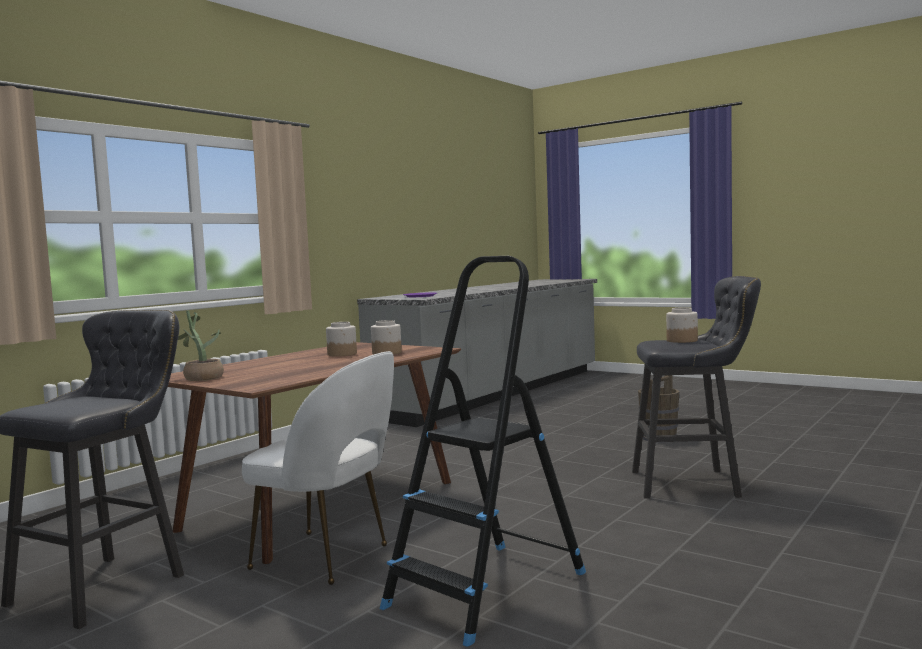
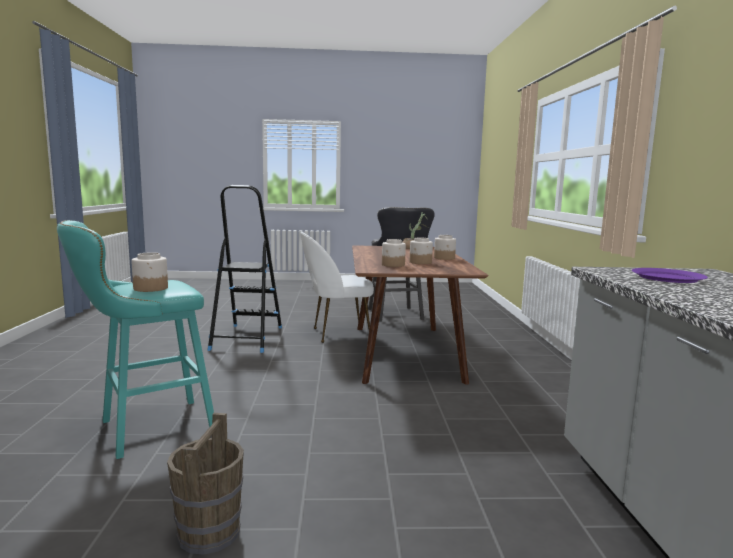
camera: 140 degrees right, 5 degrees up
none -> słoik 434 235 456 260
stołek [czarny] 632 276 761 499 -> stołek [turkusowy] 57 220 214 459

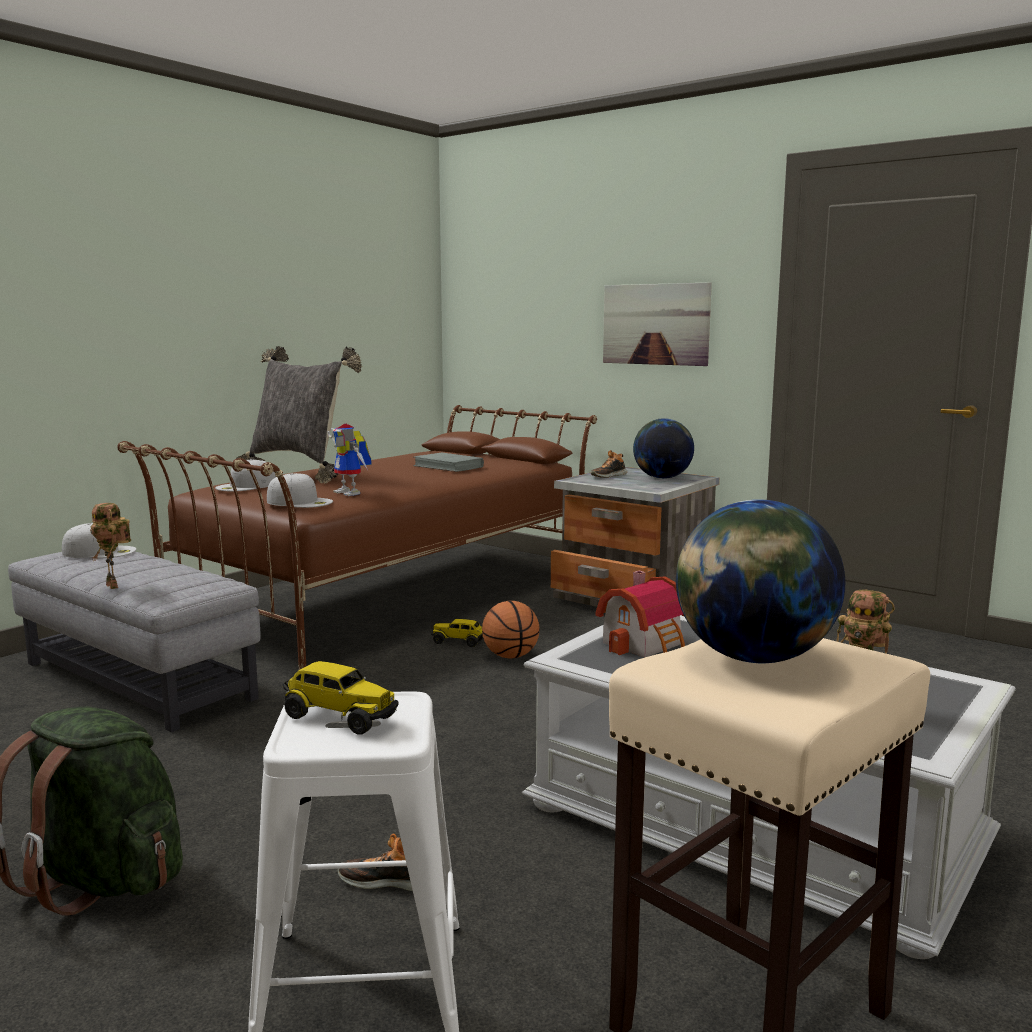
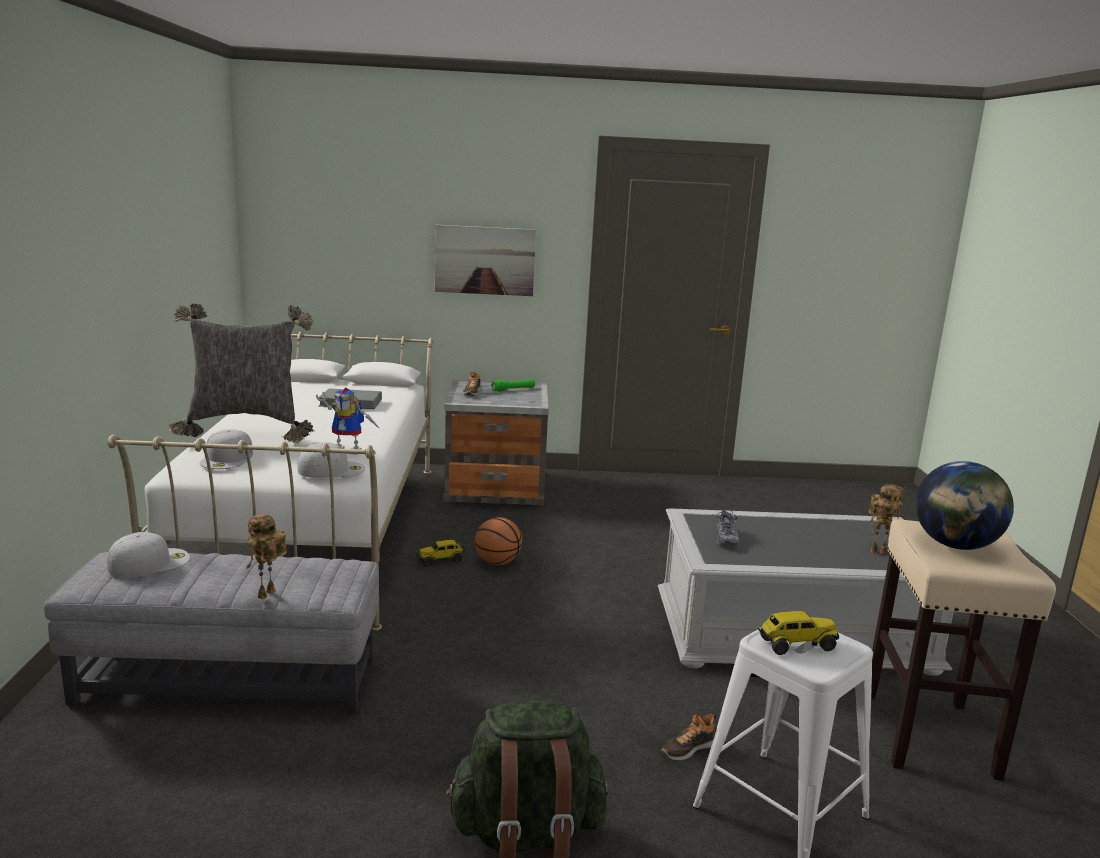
camera: 40 degrees left, 5 degrees up
domek 595 571 685 657 -> but 712 510 744 546
globus 633 418 694 479 -> latarka [zielony] 491 379 535 392
łóżko [brązowy] 117 405 597 670 -> łóżko [biały] 107 332 433 631
robot zabawkowy 90 503 131 589 -> robot zabawkowy 246 514 286 599, 105 degrees clockwise

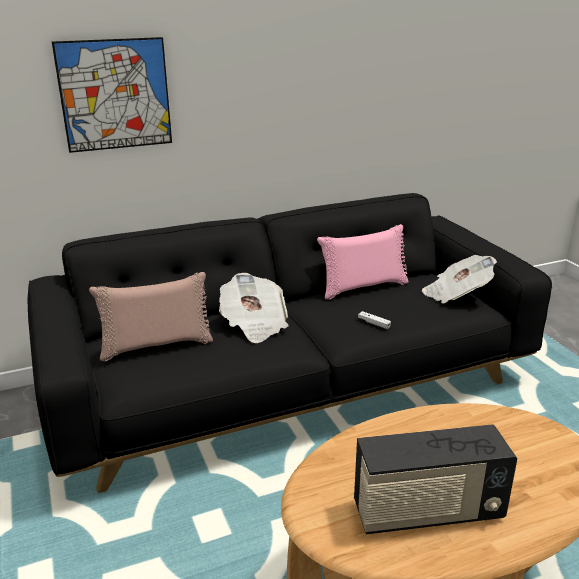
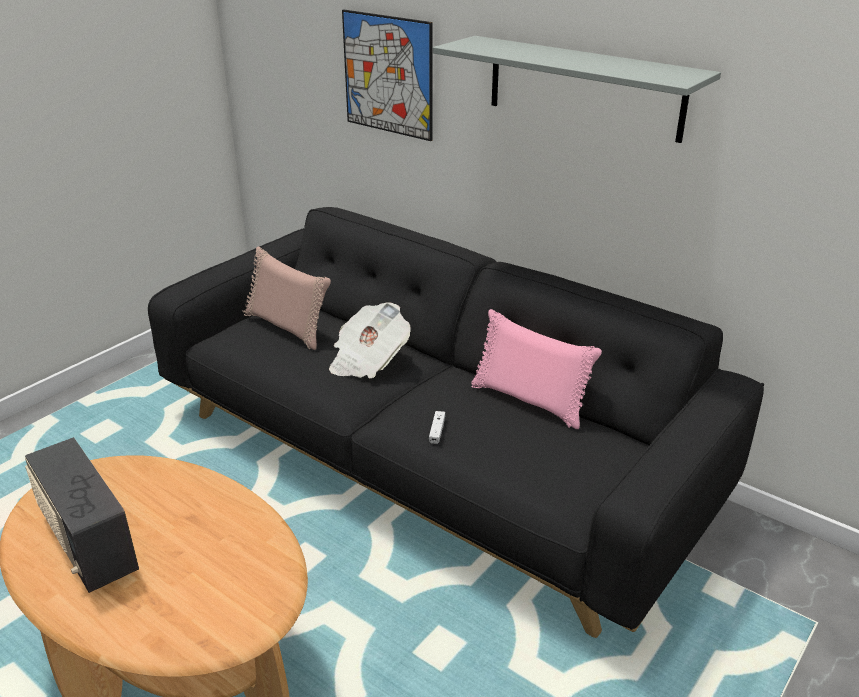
camera: 60 degrees right, 5 degrees up
gazeta 422 255 497 303 -> none
none -> półka [szary] 433 36 721 143

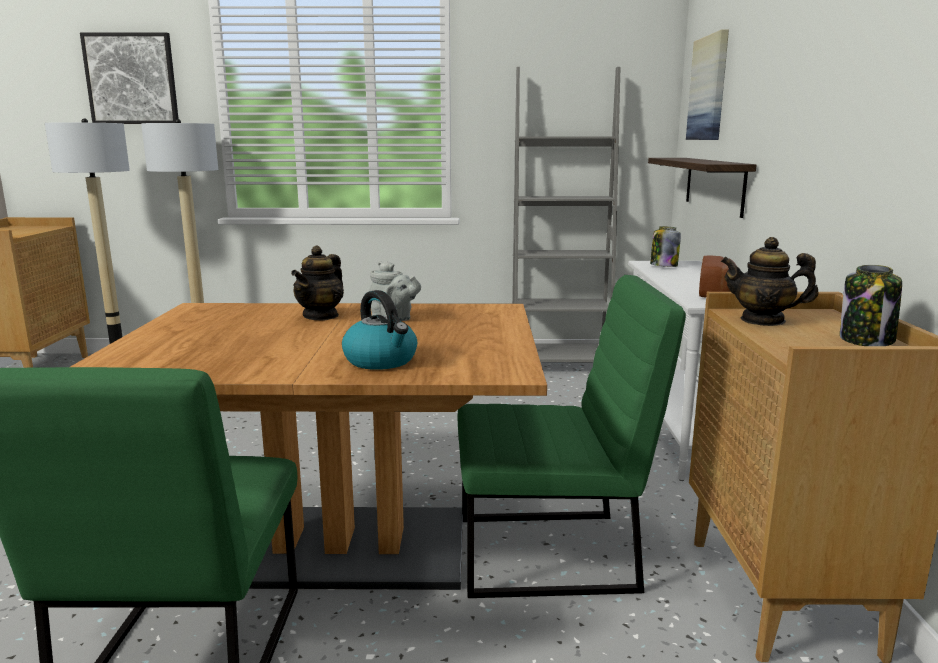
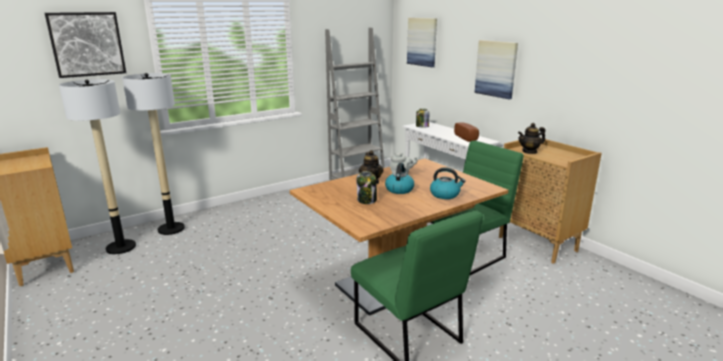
camera: 35 degrees left, 5 degrees up
półka 648 158 756 218 -> none
none -> czajnik 385 163 414 194
none -> obraz 475 40 518 99
słoik 840 265 902 346 -> słoik 357 171 377 204, shifted

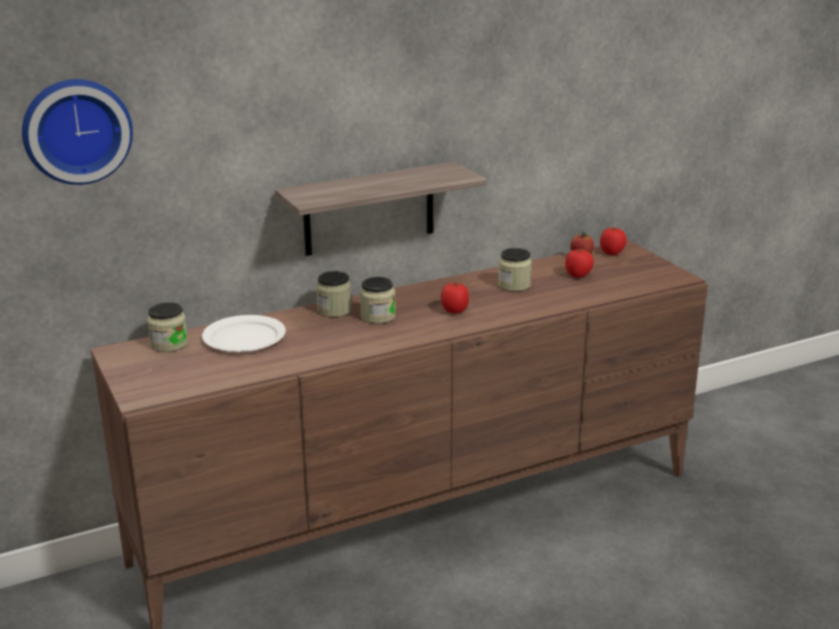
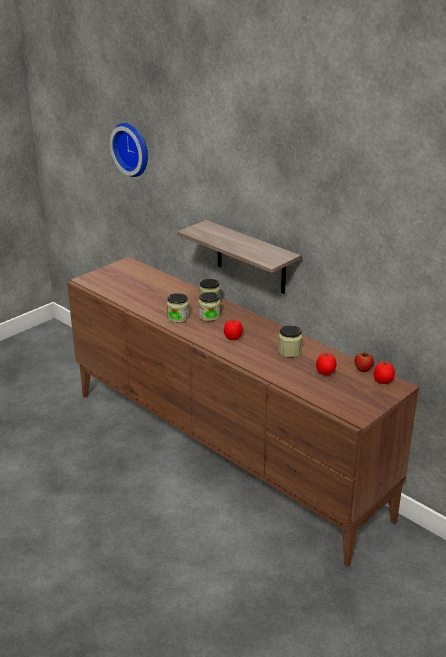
camera: 70 degrees right, 5 degrees up
talerz [biały] 202 315 286 352 -> none
słoik 147 302 188 352 -> słoik 167 293 189 323, shifted

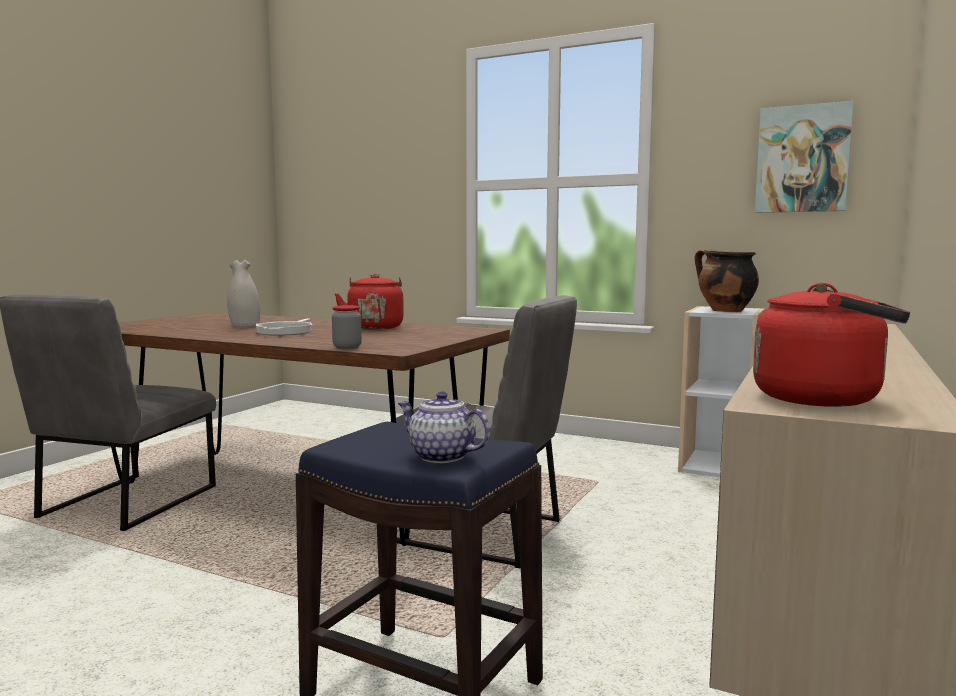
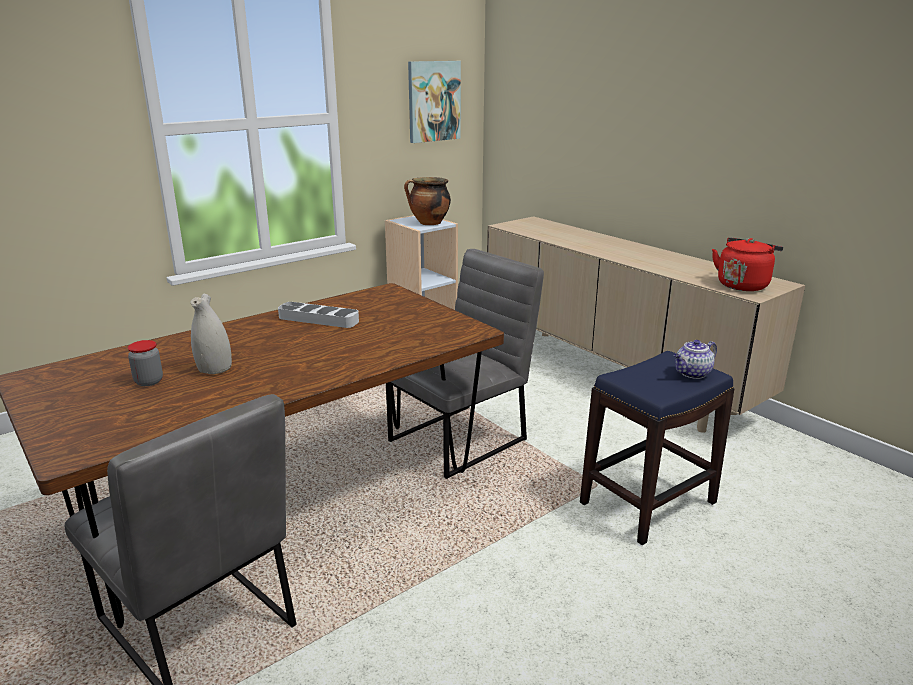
camera: 65 degrees left, 15 degrees up
patelnia 256 318 312 336 -> none
słoik 332 305 362 349 -> słoik 128 340 163 386, shifted
czajnik [czerwony] 334 274 404 330 -> taca [szary] 278 302 359 328

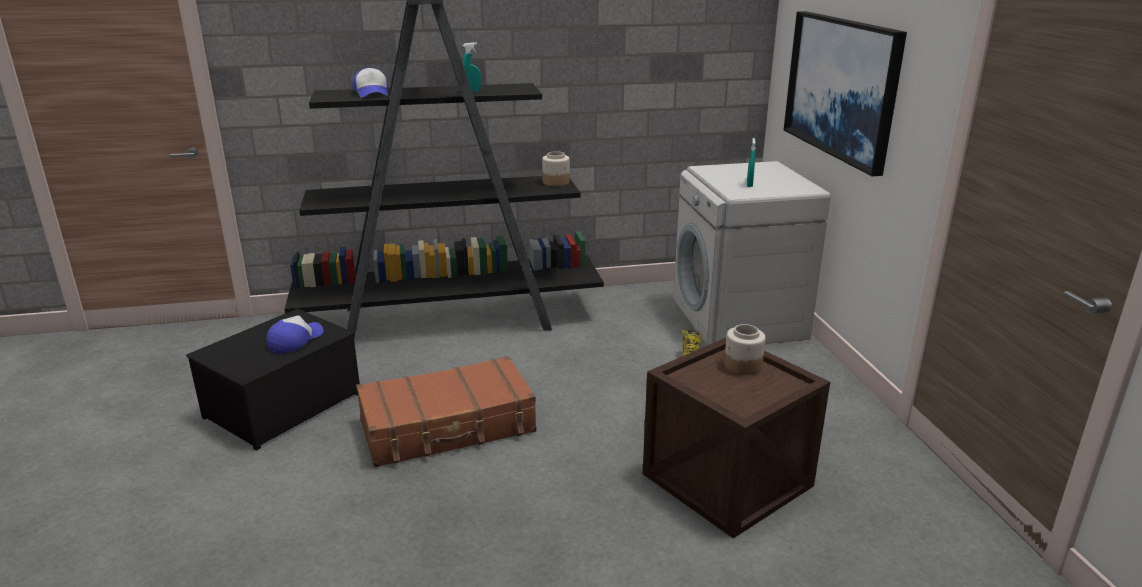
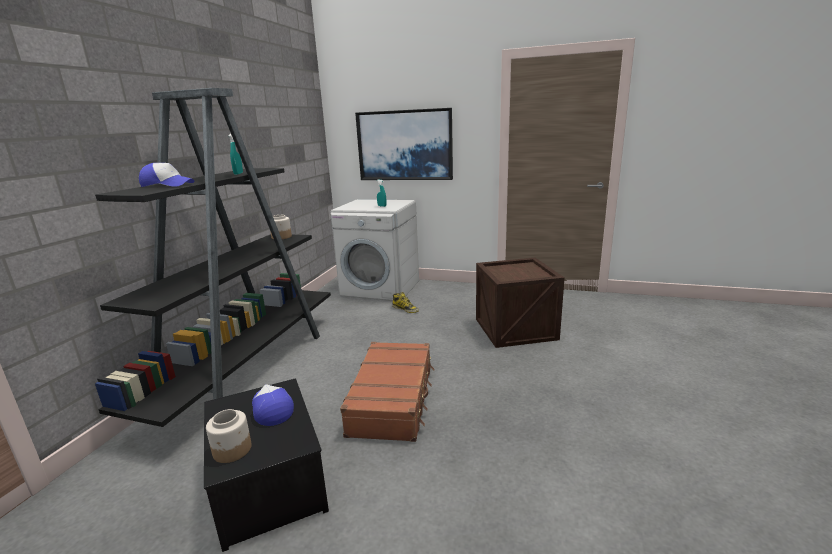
camera: 60 degrees left, 5 degrees down
słoik 724 324 766 375 -> słoik 206 409 252 463, shifted

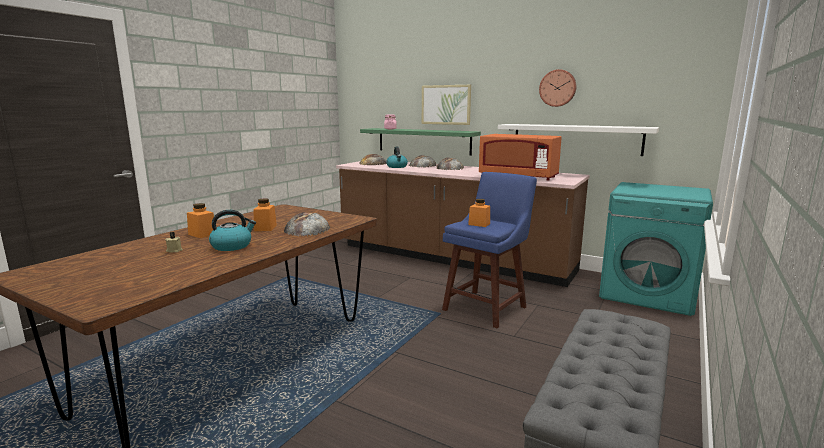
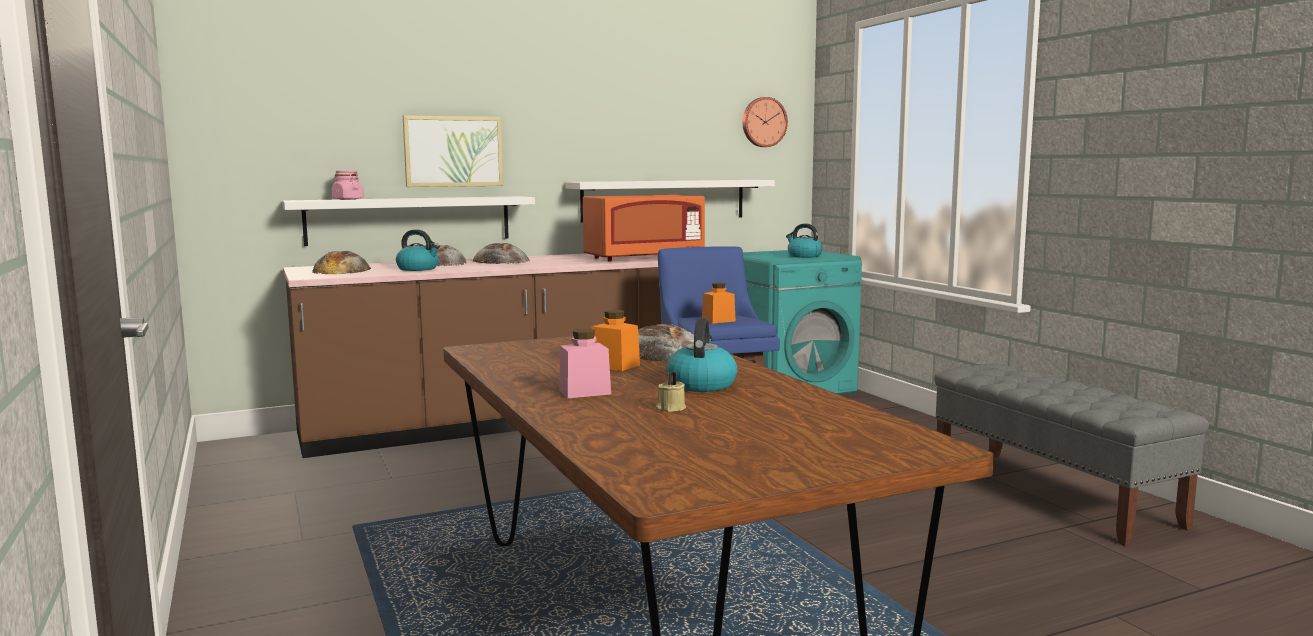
camera: 55 degrees left, 5 degrees down
none -> czajnik 786 224 823 258
zegar ścienny 539 69 577 107 -> zegar ścienny 742 97 788 147, shifted
słoik [pomarańczowy] 187 203 214 238 -> słoik [różowy] 559 329 611 398
półka [zielony] 360 128 481 156 -> półka [biały] 282 196 535 246

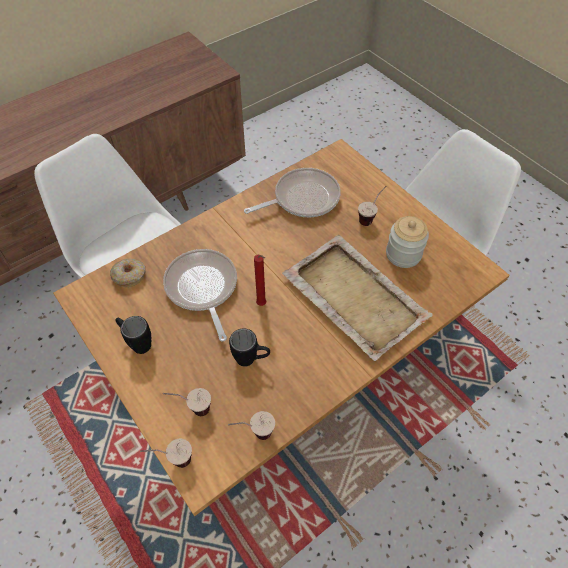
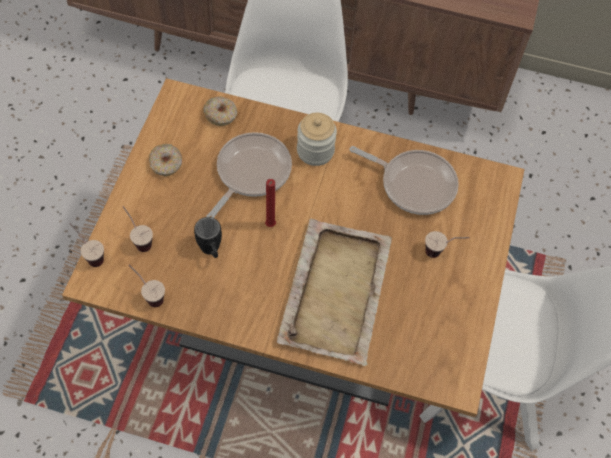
camera: 50 degrees right, 5 degrees up
słoik 386 216 429 268 -> słoik 297 113 337 166, shifted
kubek [czarny] 115 316 151 354 -> donut 149 144 182 176

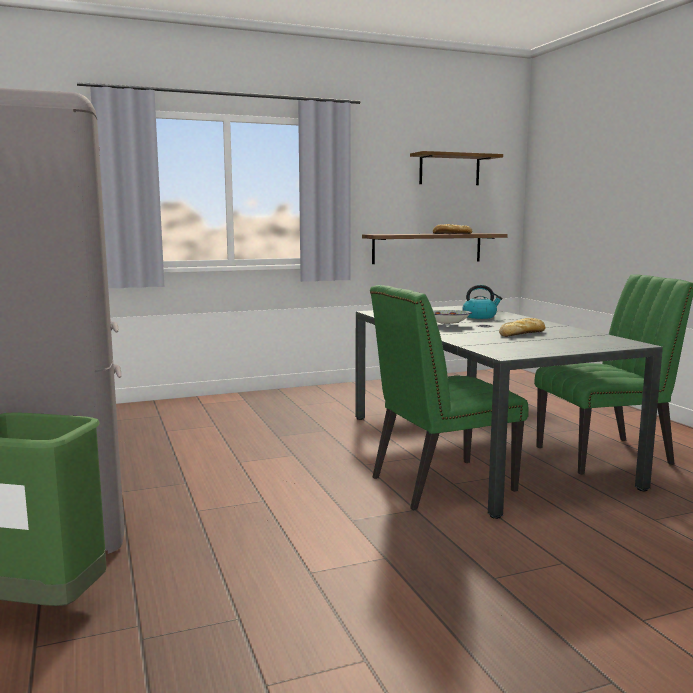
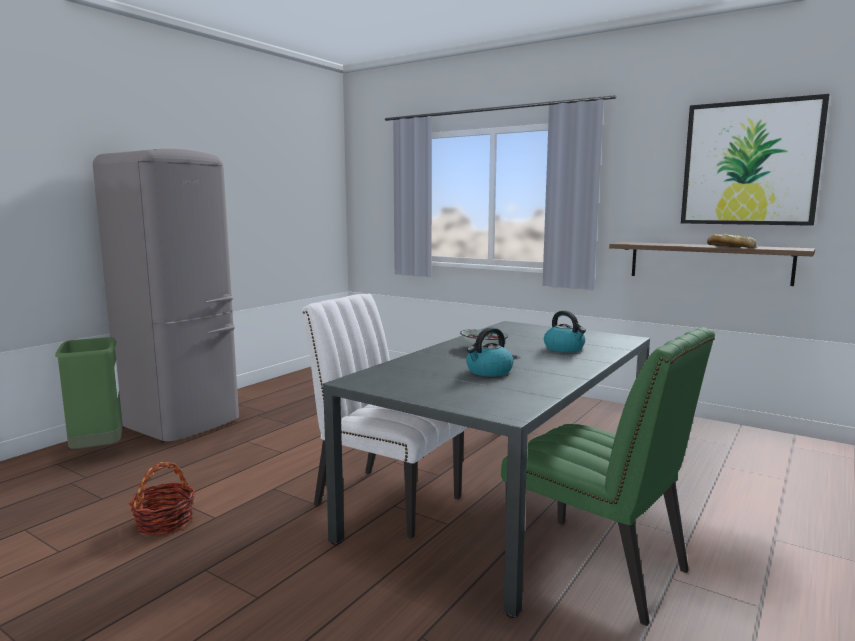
camera: 55 degrees right, 0 degrees up
none -> koszyk 129 462 195 536
półka 410 151 503 185 -> obraz 681 94 829 226
chleb 499 318 545 337 -> czajnik 466 327 514 377
krzesło [zielony] 370 285 529 510 -> krzesło [biały] 302 294 467 539

